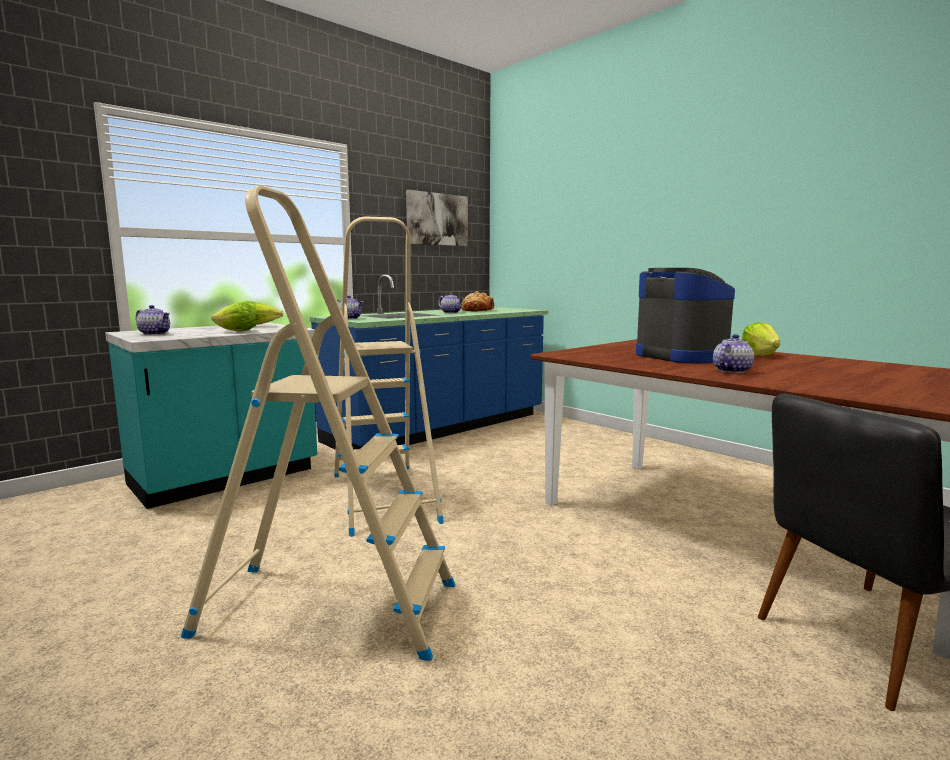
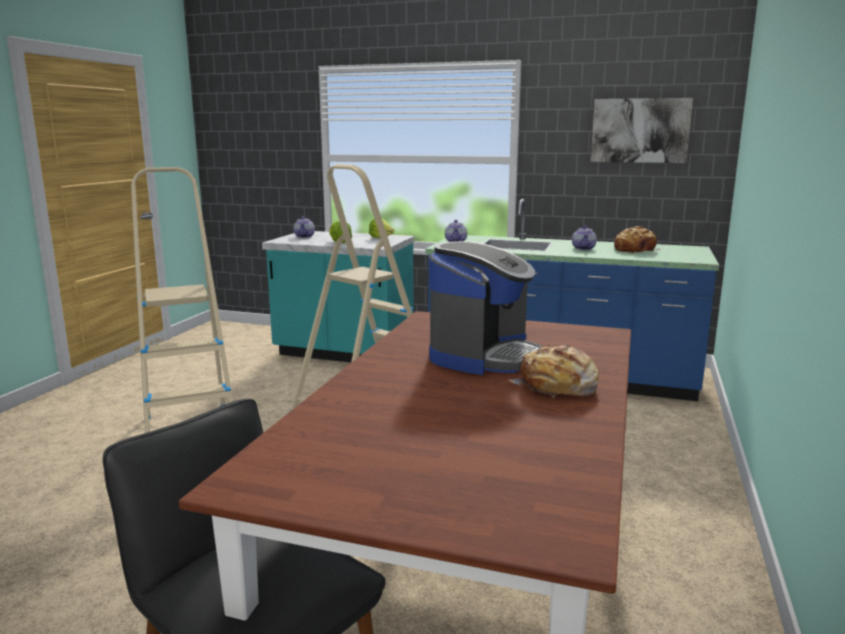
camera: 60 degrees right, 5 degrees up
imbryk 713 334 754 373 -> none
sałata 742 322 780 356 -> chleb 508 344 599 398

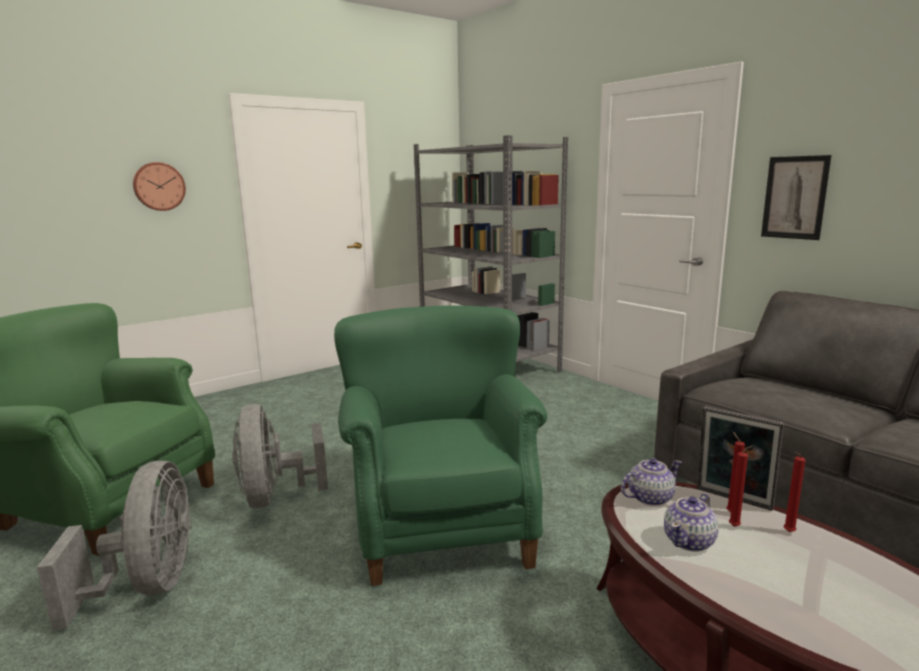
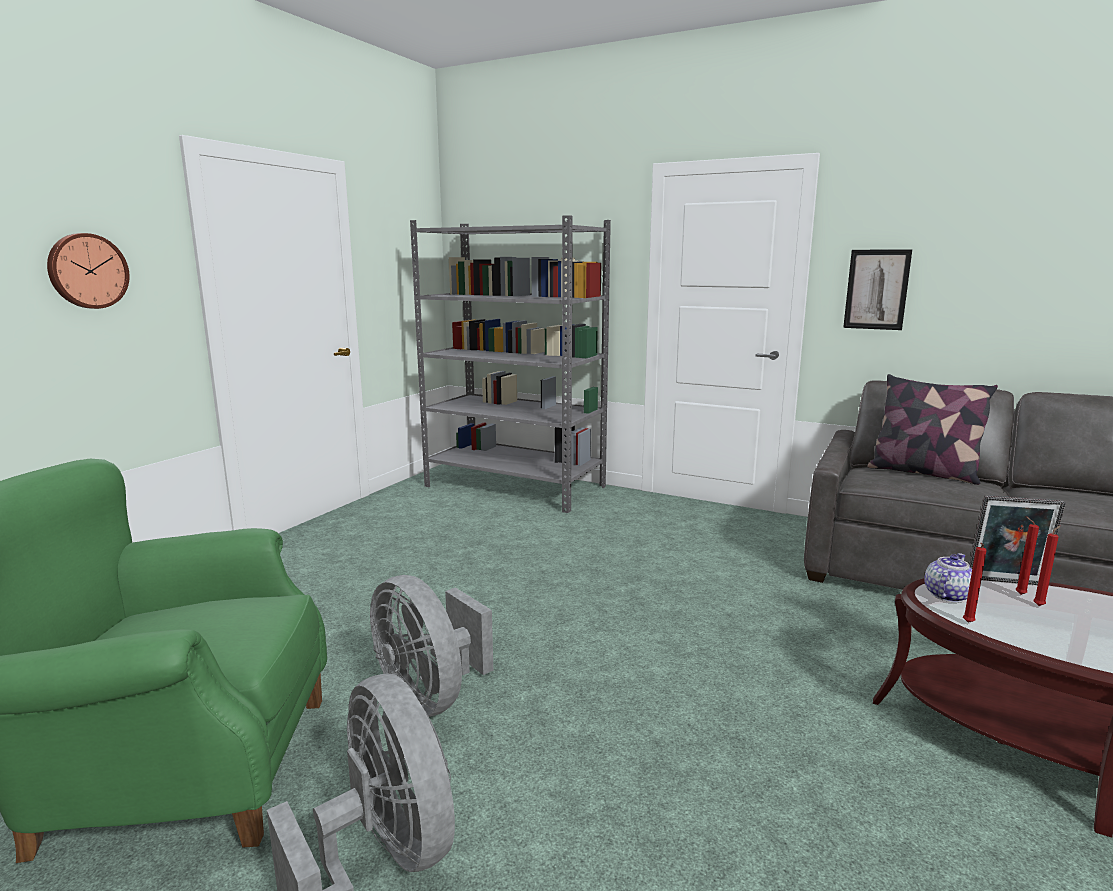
camera: 25 degrees left, 0 degrees up
fotel [zielony] 334 305 547 586 -> none
imbryk 664 493 719 552 -> none
none -> poduszka 867 374 998 485
świeca [czerwony] 784 452 805 532 -> świeca [czerwony] 963 543 987 623, shifted

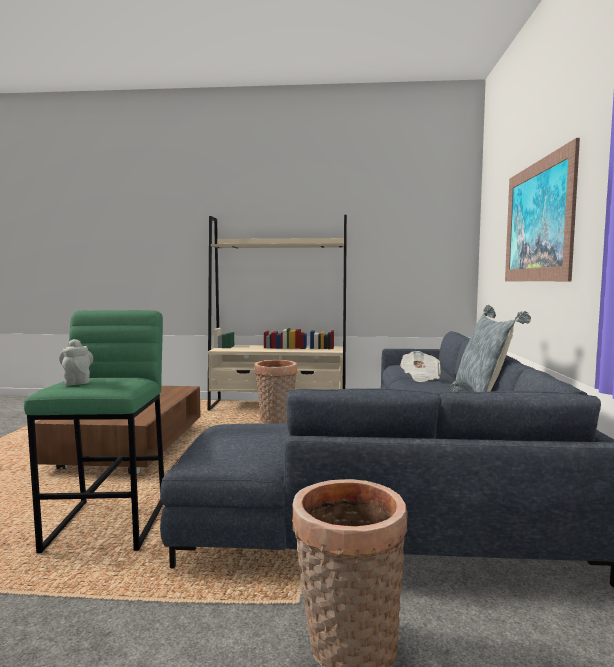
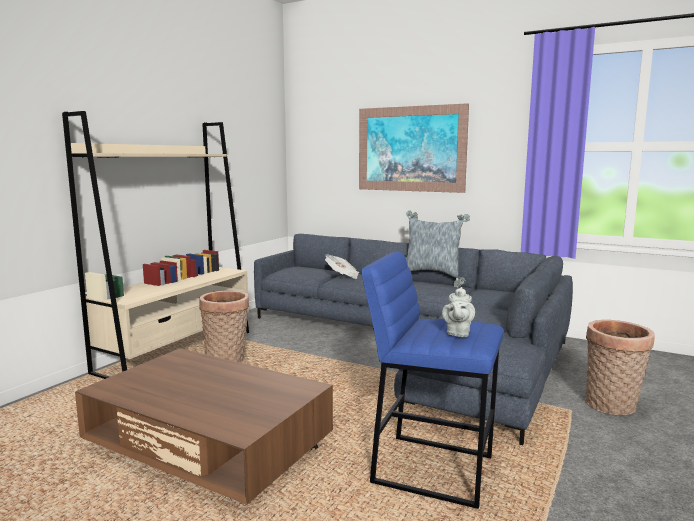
camera: 65 degrees left, 5 degrees up
stołek [zielony] 24 310 164 553 -> stołek [niebieski] 362 251 503 509
imbryk [szary] 59 339 93 385 -> imbryk [szary] 442 287 475 337, 75 degrees counterclockwise

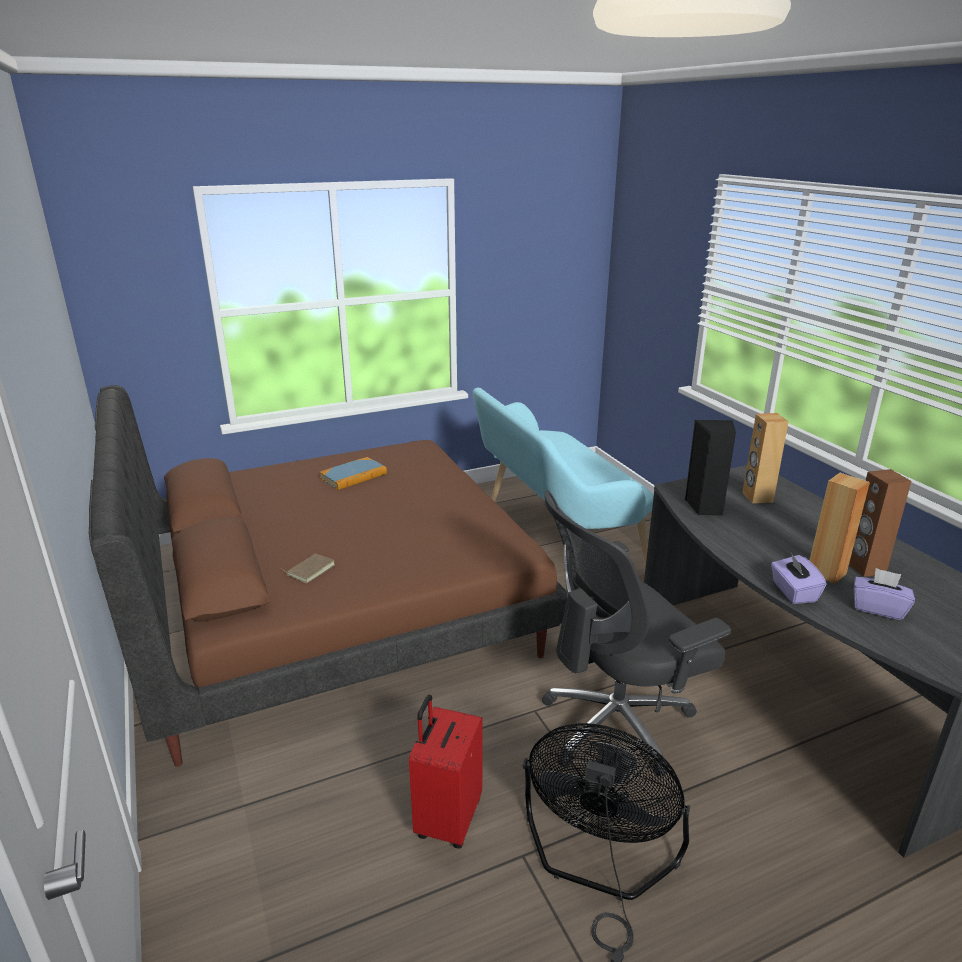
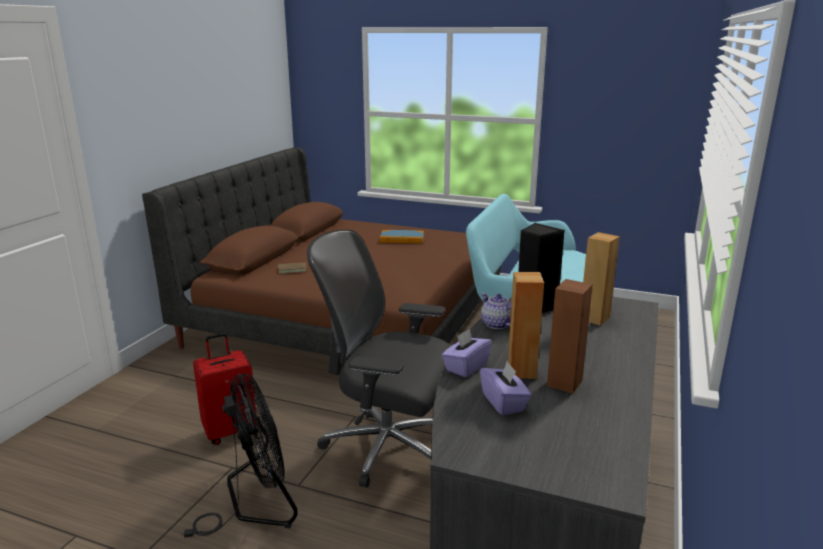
camera: 45 degrees right, 5 degrees down
none -> imbryk 481 293 511 329

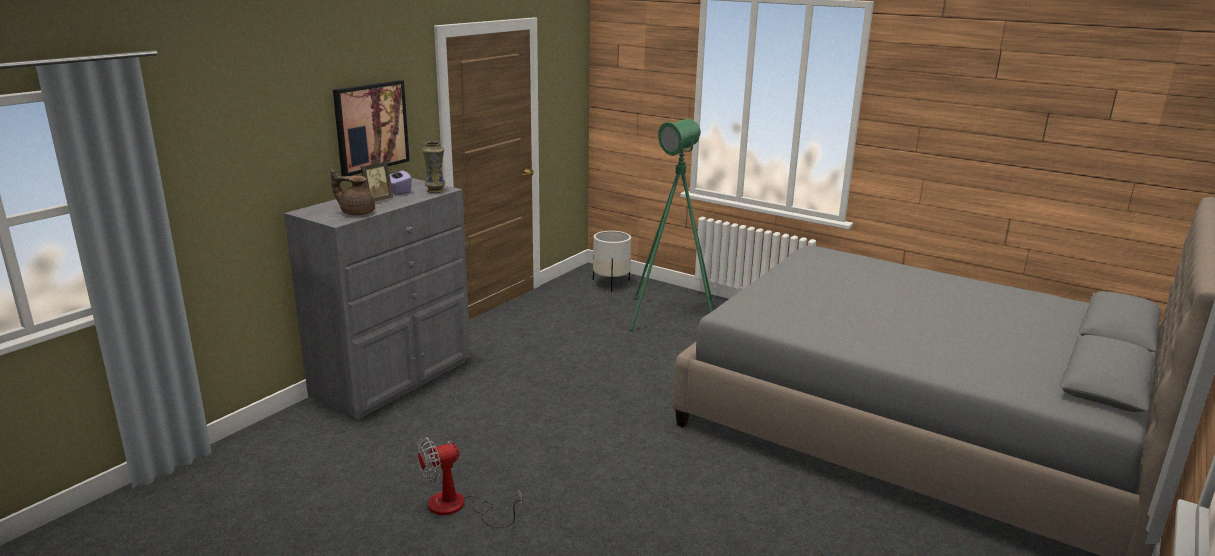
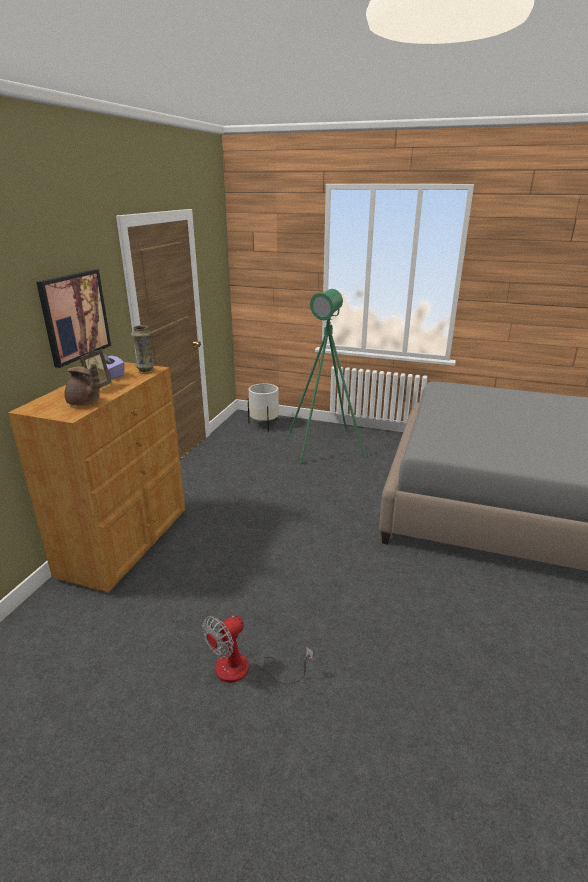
camera: 15 degrees left, 5 degrees up
komoda [szary] 284 178 470 420 -> komoda [brązowy] 8 362 185 593
imbryk [brązowy] 330 168 375 216 -> imbryk [brązowy] 64 364 100 406, 150 degrees counterclockwise

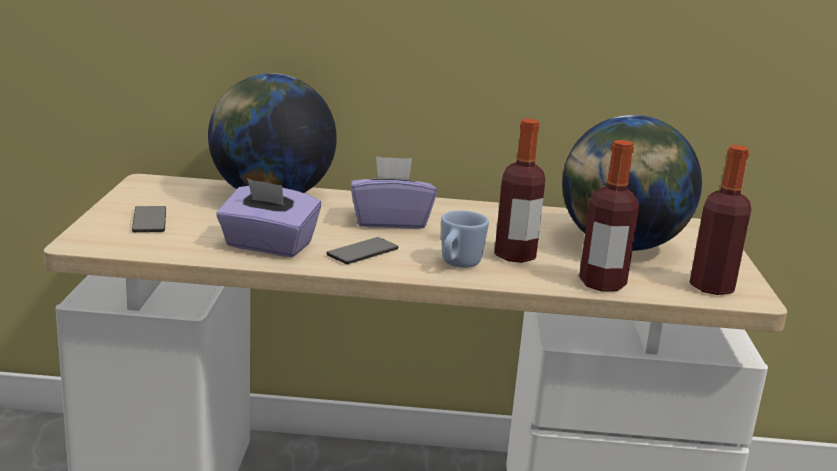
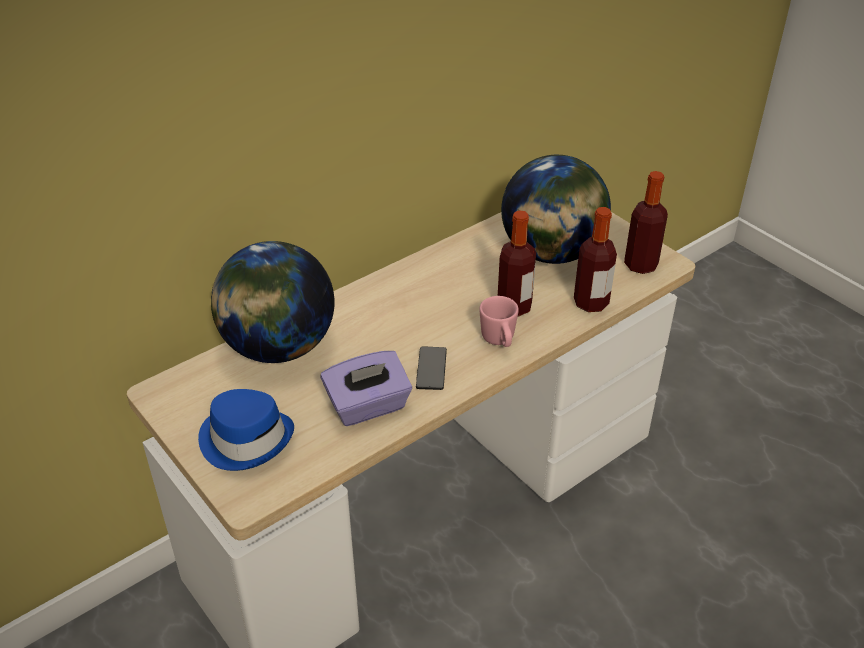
camera: 40 degrees left, 20 degrees up
pudełko chusteczek [fioletowy] 351 156 437 229 -> none
telefon 132 206 166 232 -> kapelusz [niebieski] 198 389 294 471
kubek [niebieski] 441 210 489 268 -> kubek [różowy] 479 296 519 347

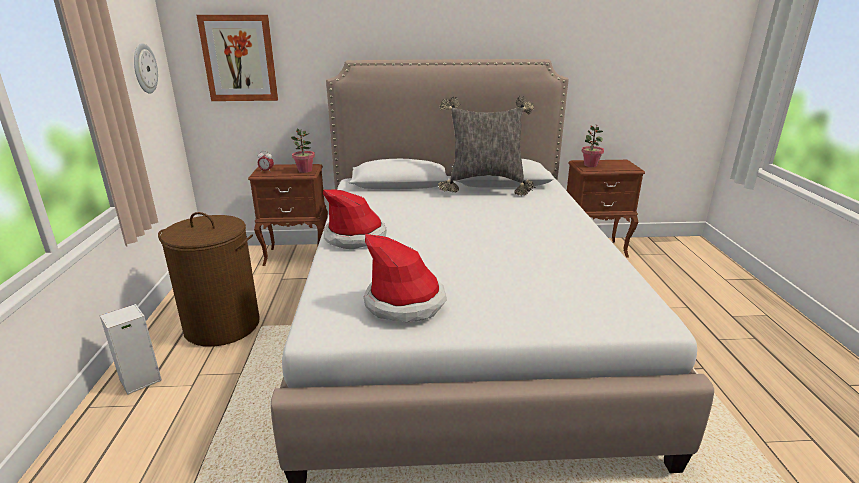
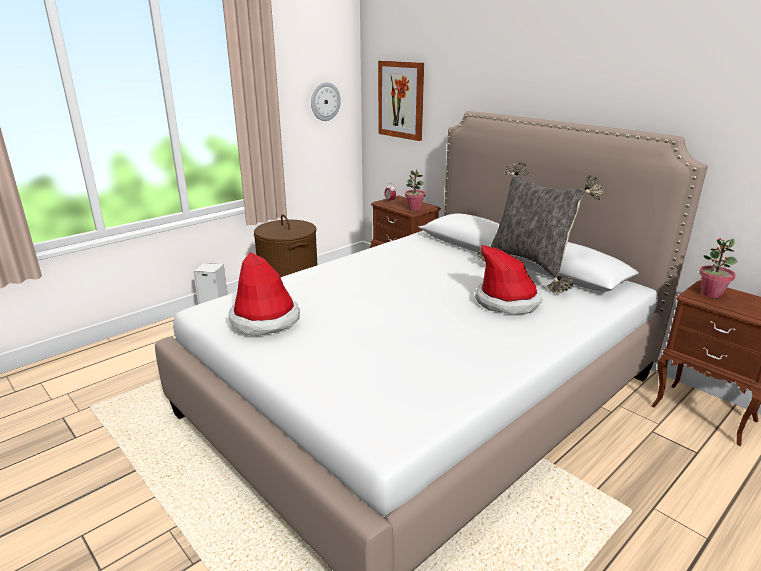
camera: 50 degrees right, 0 degrees up
kapelusz 323 189 387 249 -> kapelusz 475 245 543 314, shifted

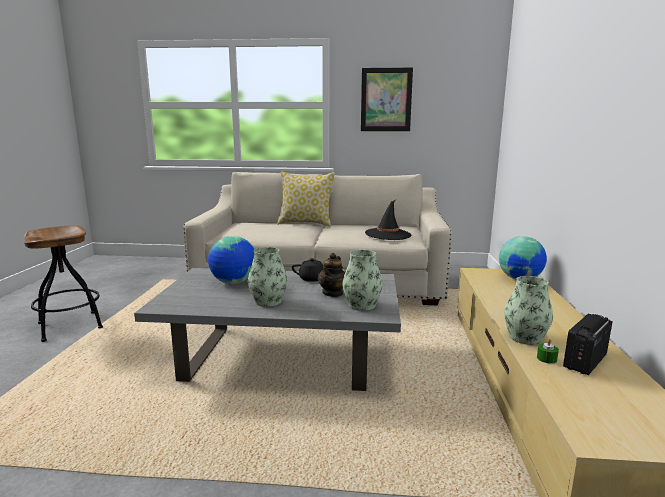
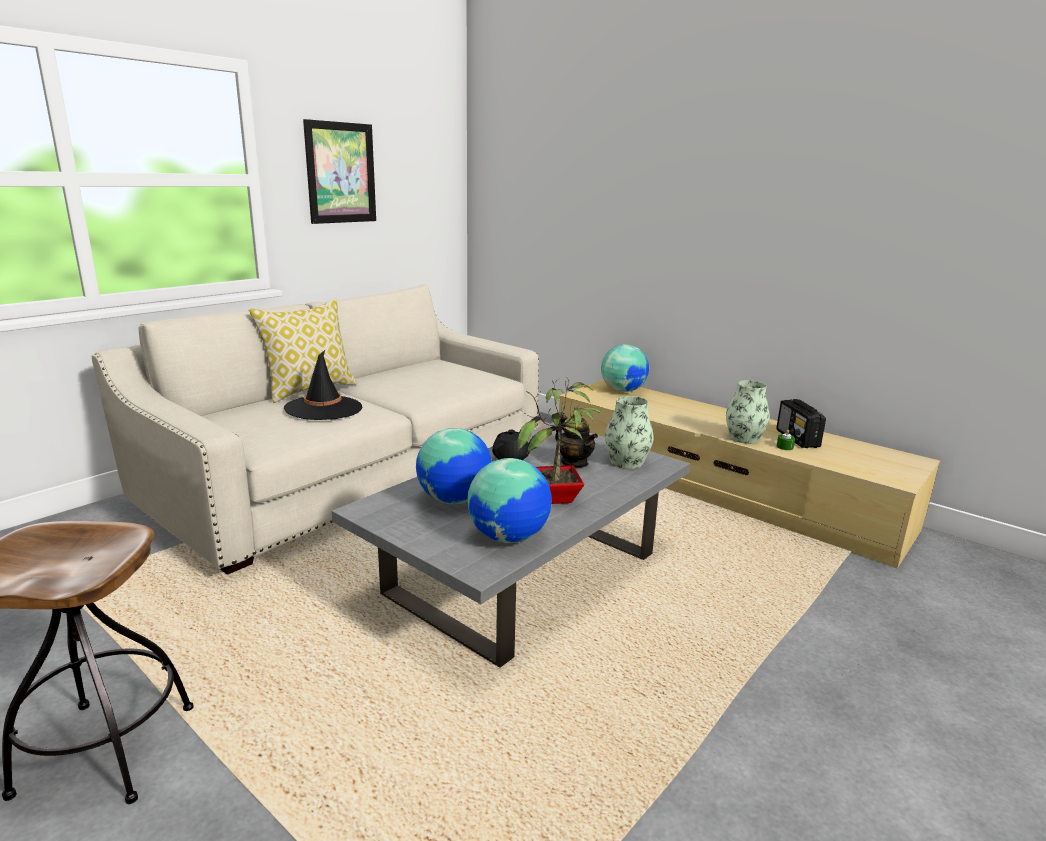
camera: 55 degrees left, 5 degrees up
none -> globus 467 458 552 543
kapelusz [czarny] 365 200 412 240 -> kapelusz [czarny] 284 350 362 420, shifted
wazon 248 247 287 307 -> roślina doniczkowa 517 377 604 504

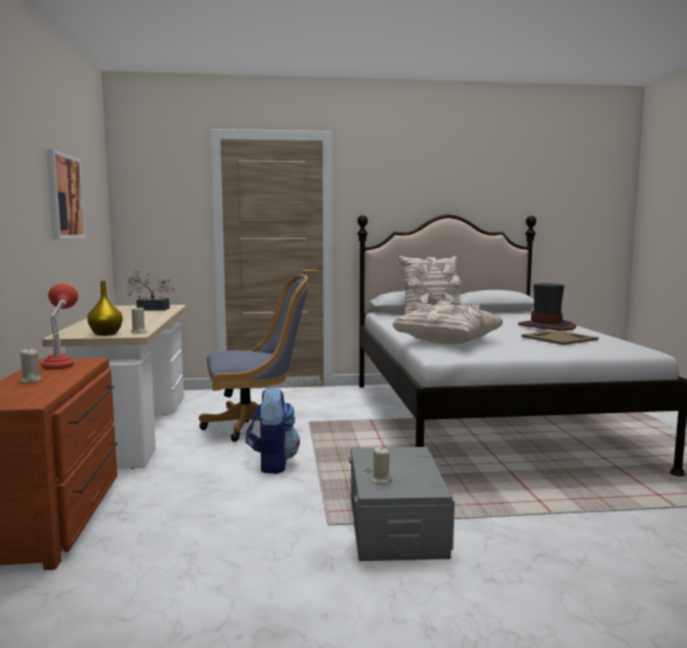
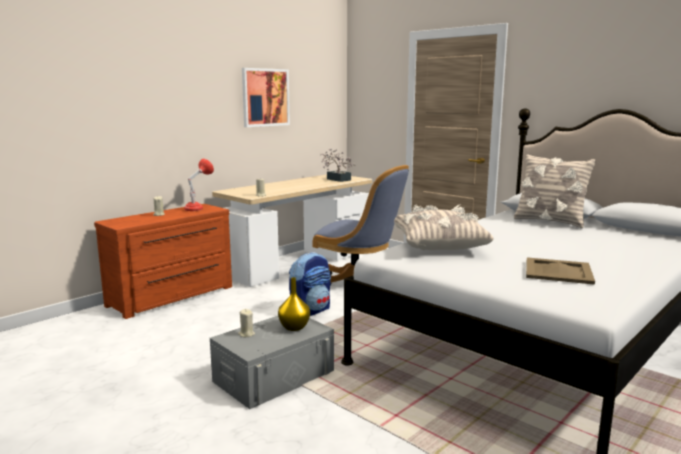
camera: 50 degrees right, 5 degrees up
kapelusz 518 283 576 331 -> none
wazon [żółty] 87 281 123 336 -> wazon [żółty] 278 277 310 331, shifted

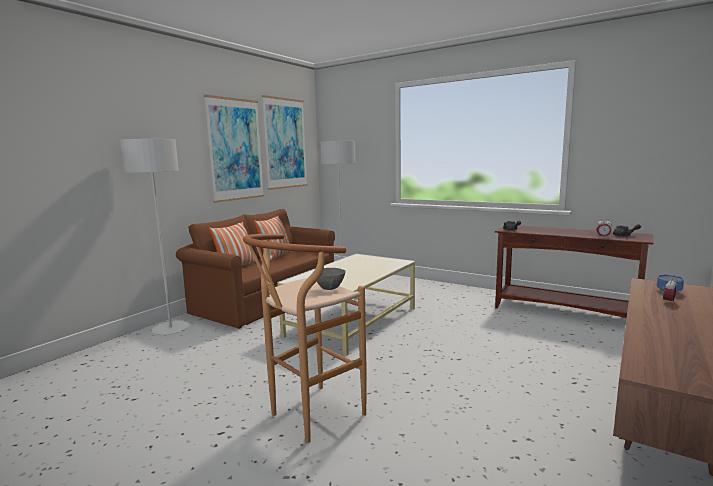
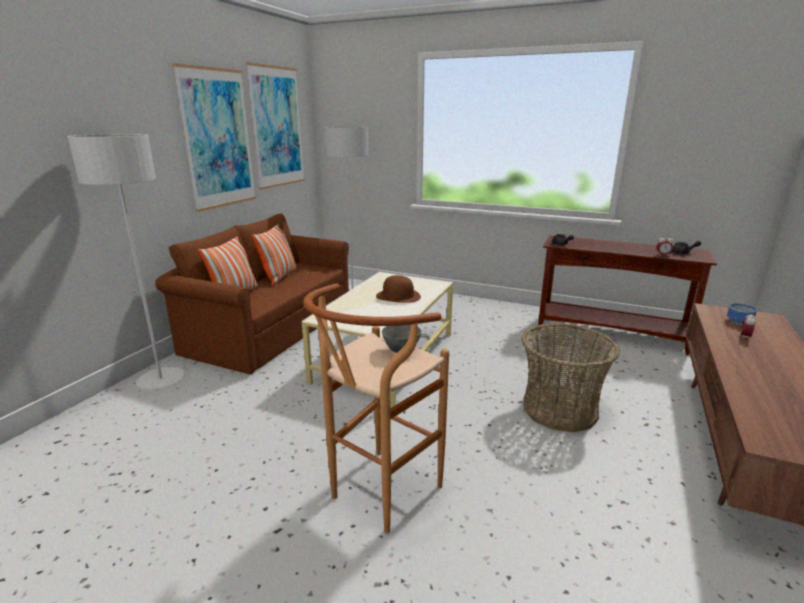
camera: 10 degrees left, 10 degrees up
none -> kapelusz [brązowy] 376 275 421 303
none -> koszyk 521 323 620 432

